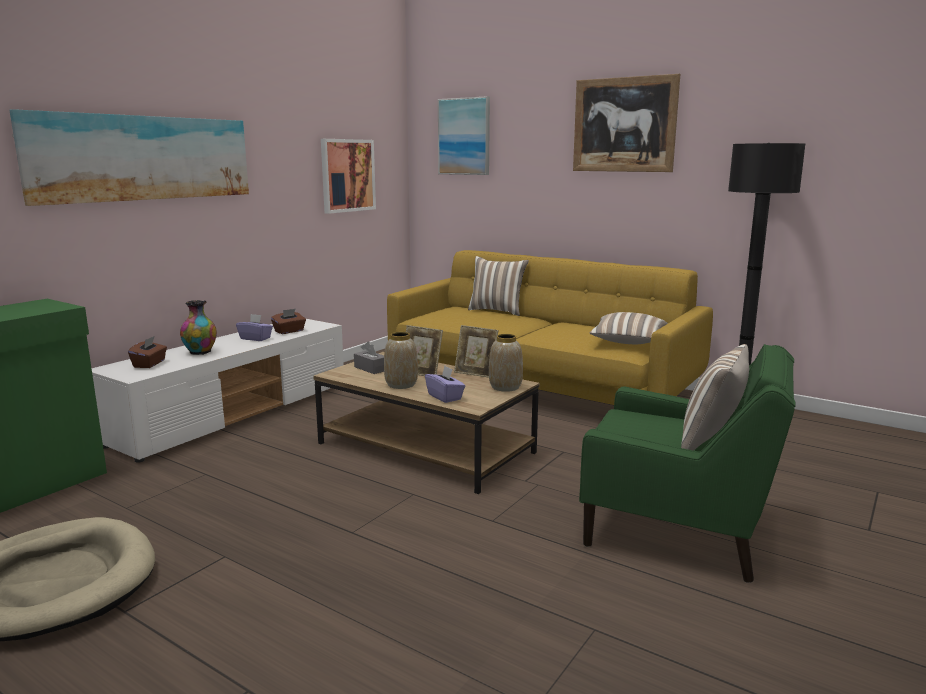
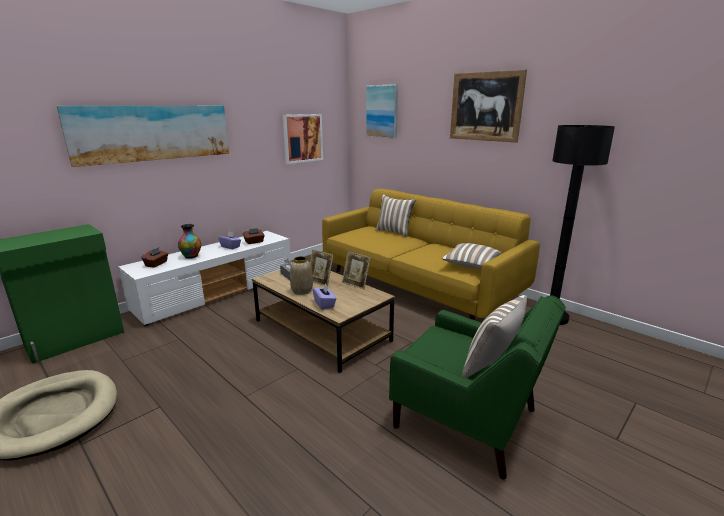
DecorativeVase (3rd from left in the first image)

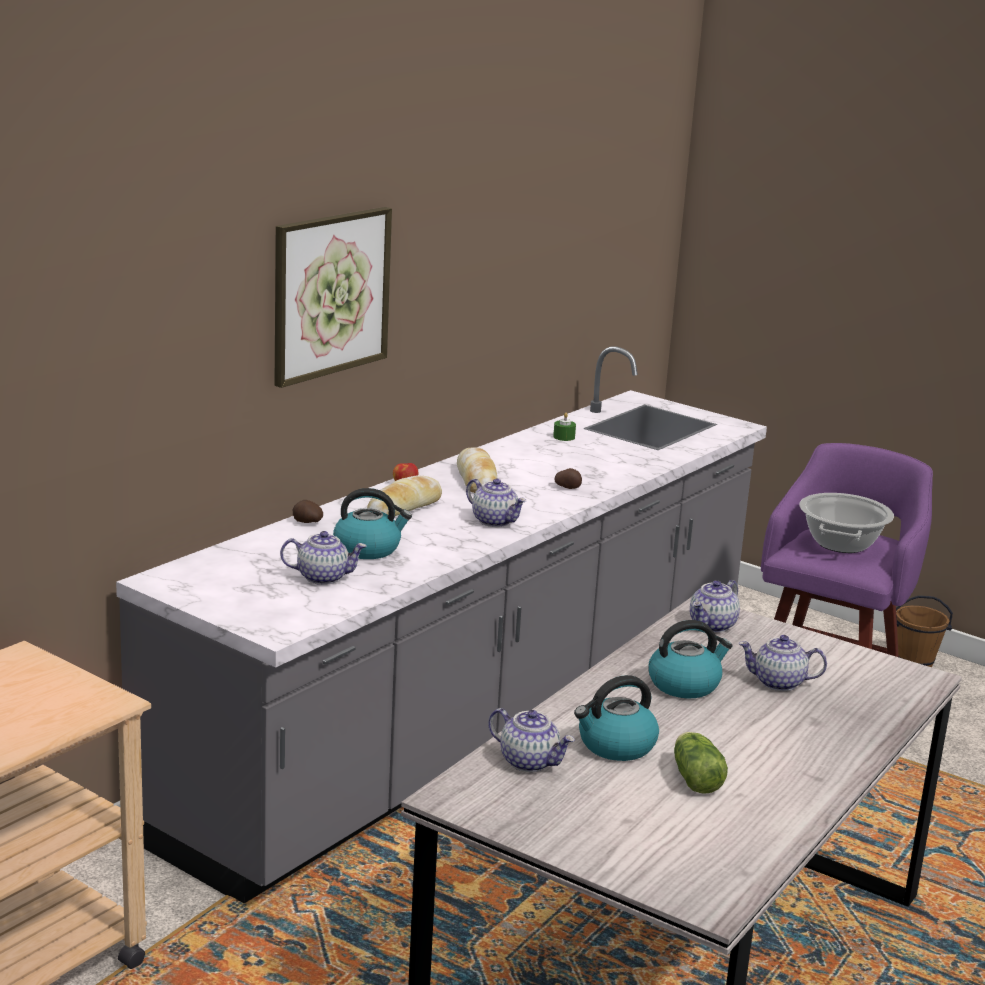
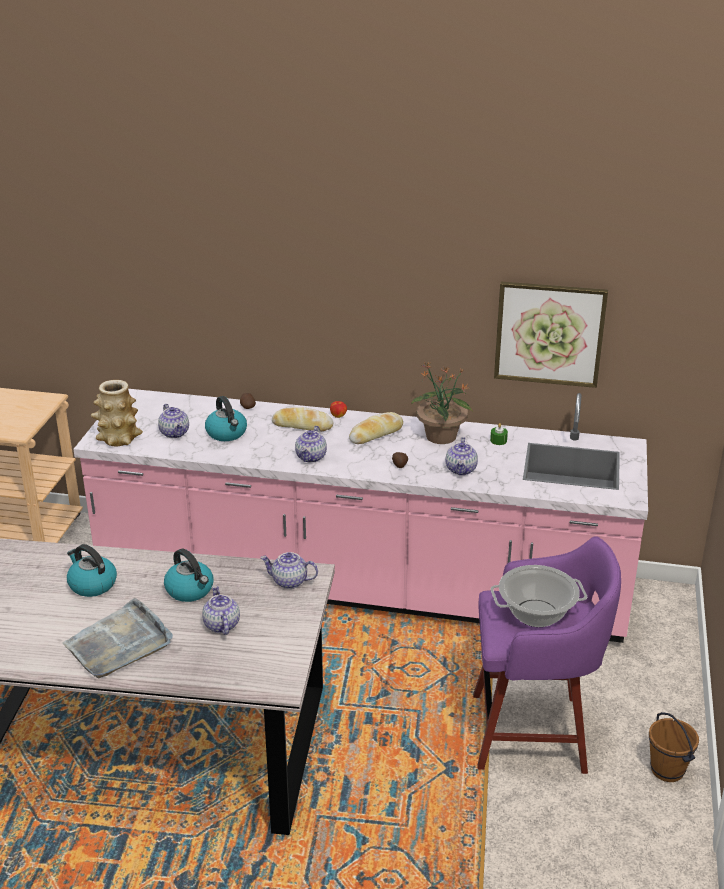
GreyishServingTray
PinkColouredKitchenBaseUnit
DecorativeVase
PlantInAPot
PotForTea (5th from left)
WallArt
HeadOfLettuce

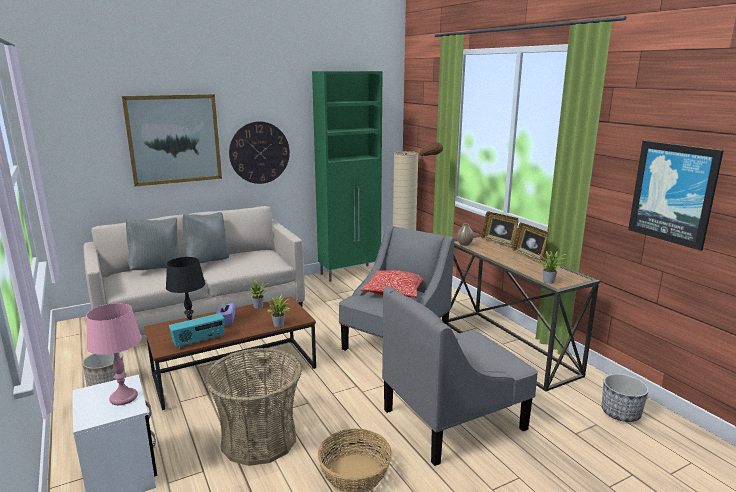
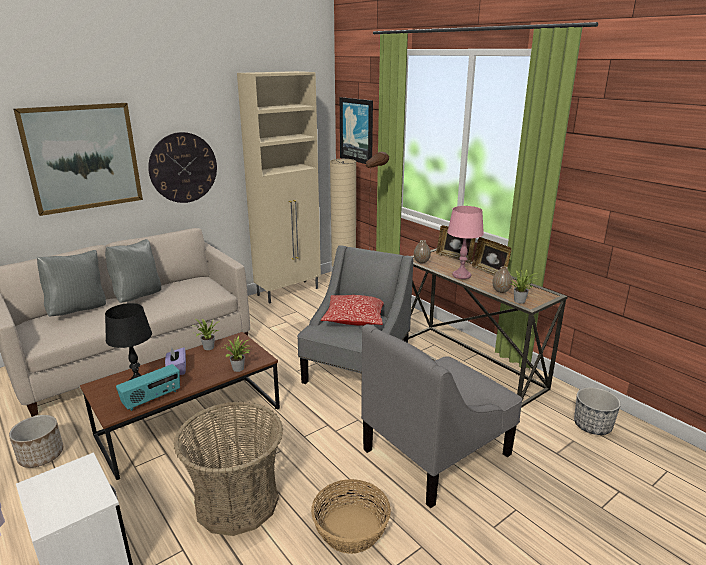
BeigeColouredStorageCabinet
WallArt (2nd from left)
PinkColouredTableLamp
DecorativeVase (2nd from left)

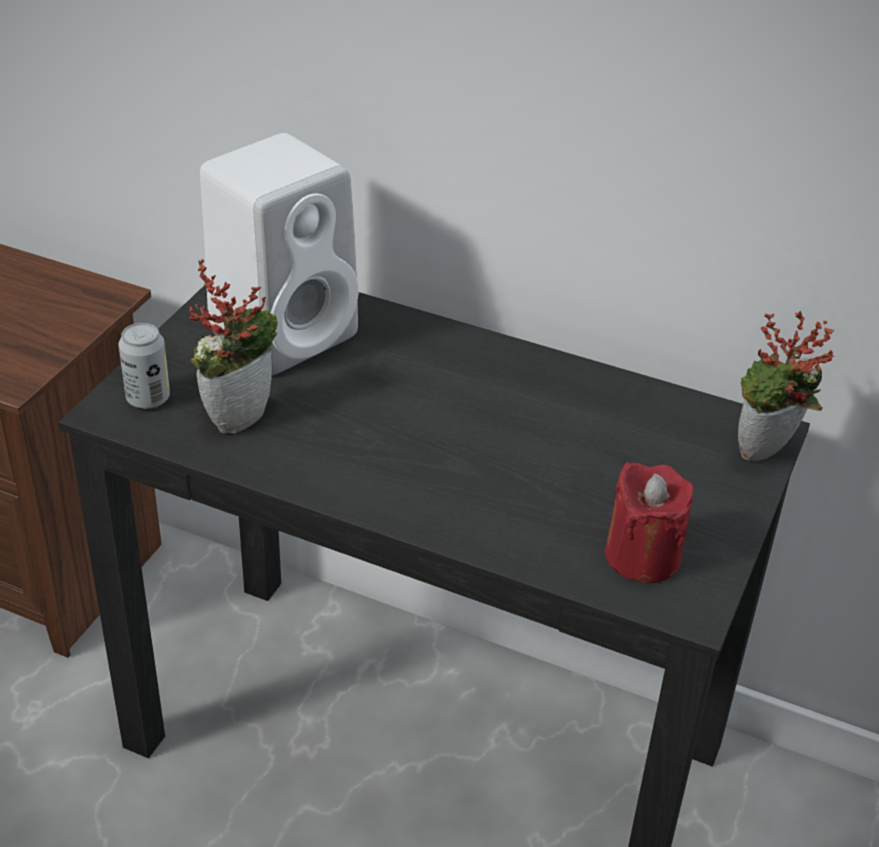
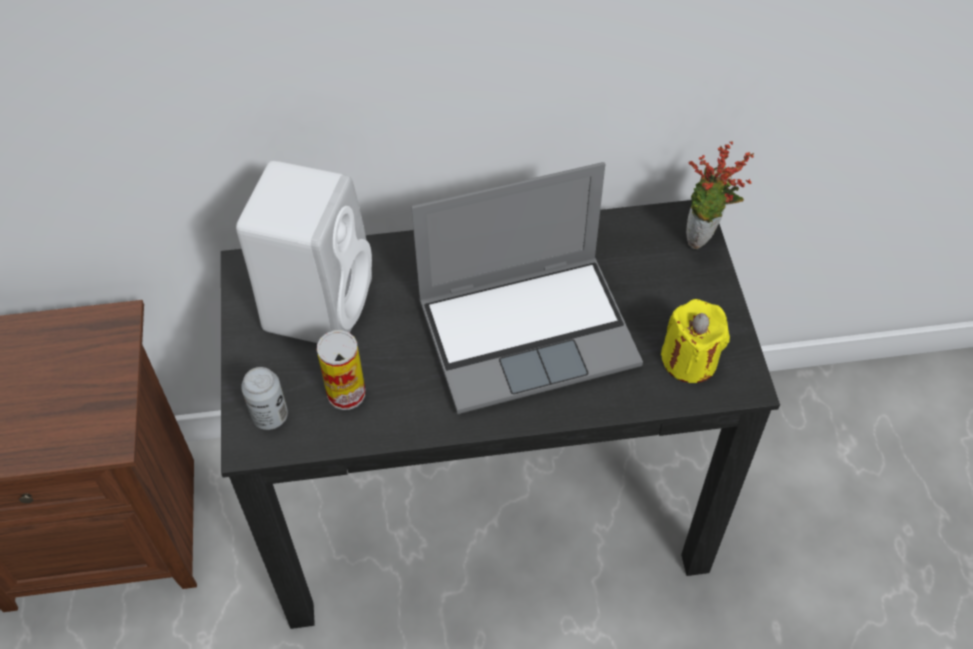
SealedCan (2nd from left)
NotebookComputer
YellowishWaxLight

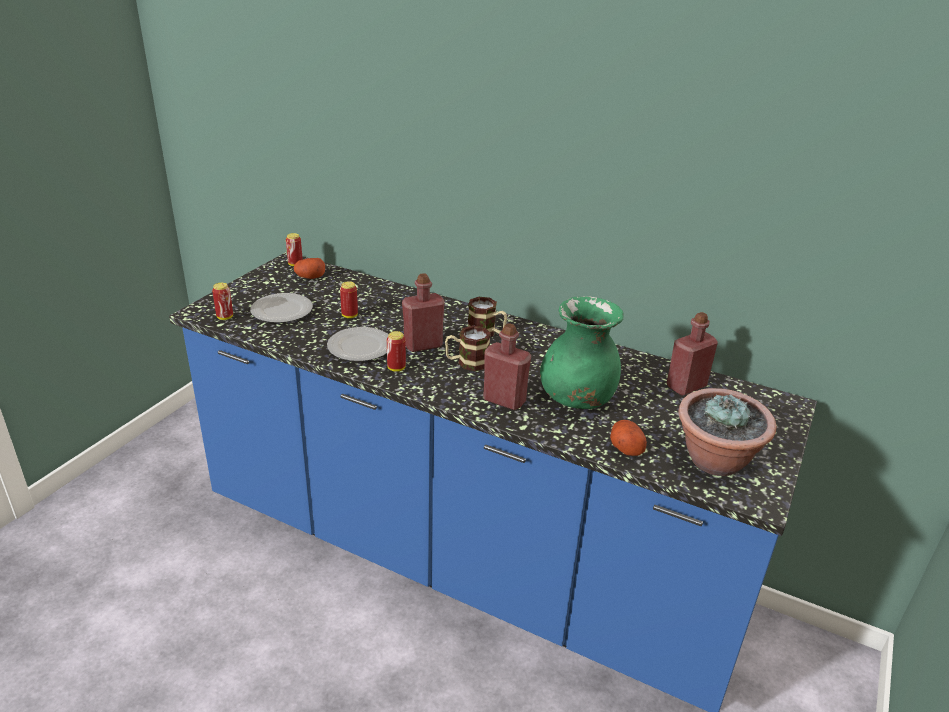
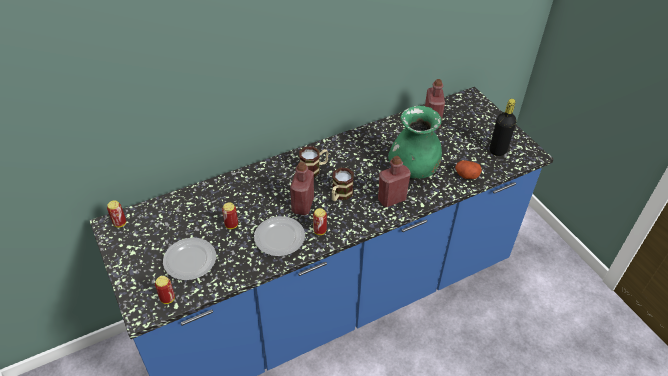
BlackColouredBeverageBottle
Spud (1st from left in the first image)

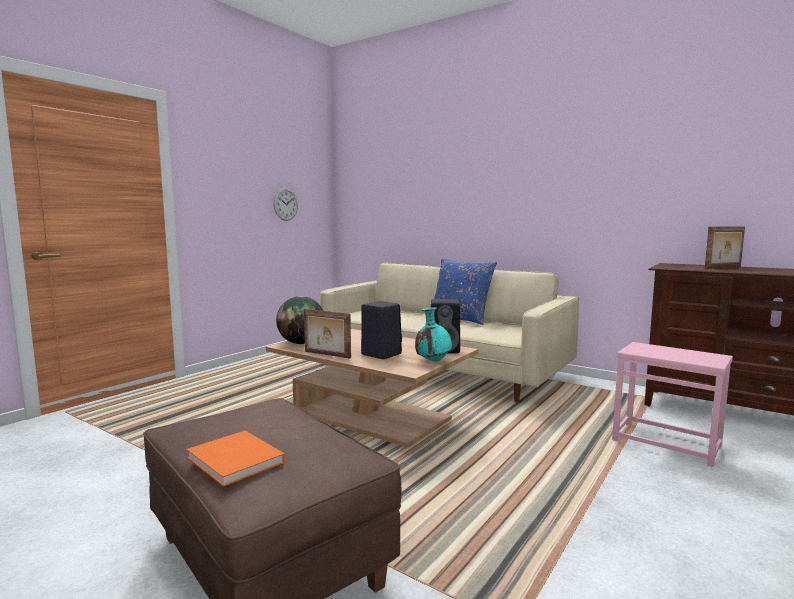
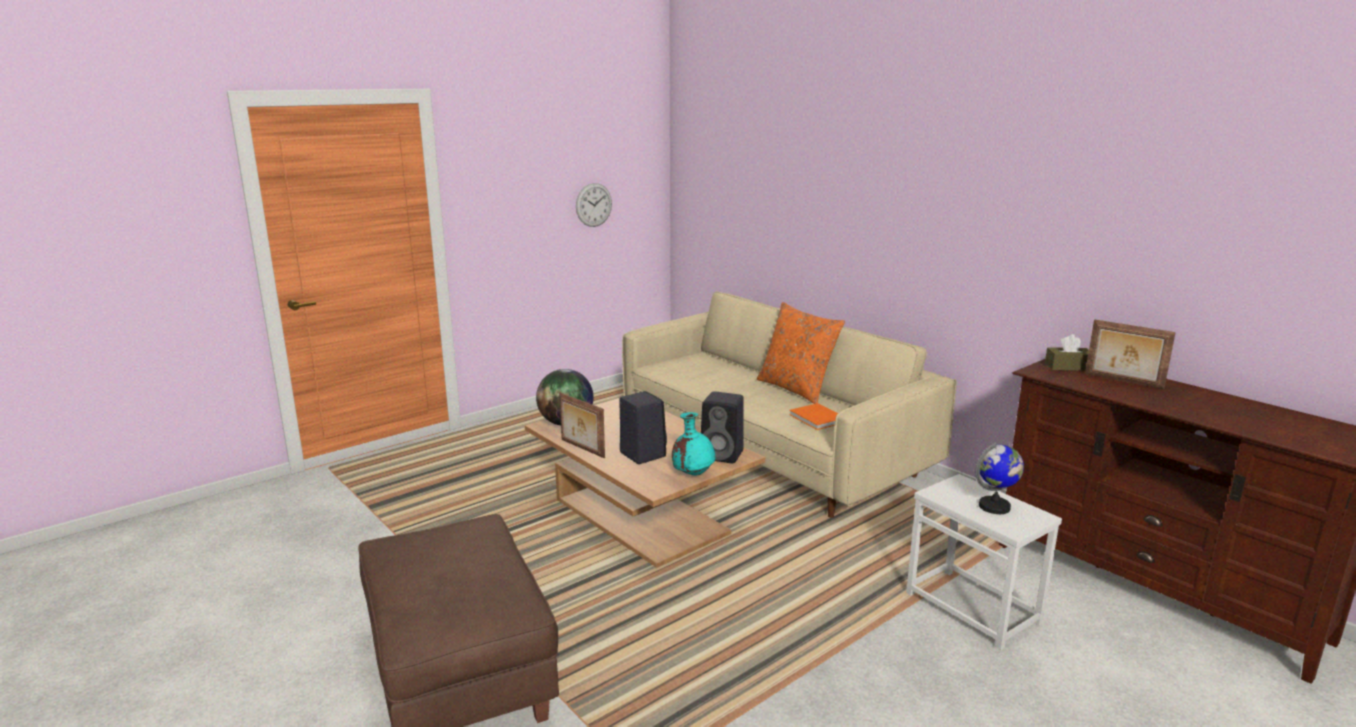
OrangeThrowPillow
OrangeBoundBook
WhiteColouredEndTable
WorldGlobe (2nd from left)
BrownColouredTissueBox
PhotoFrame (2nd from left)

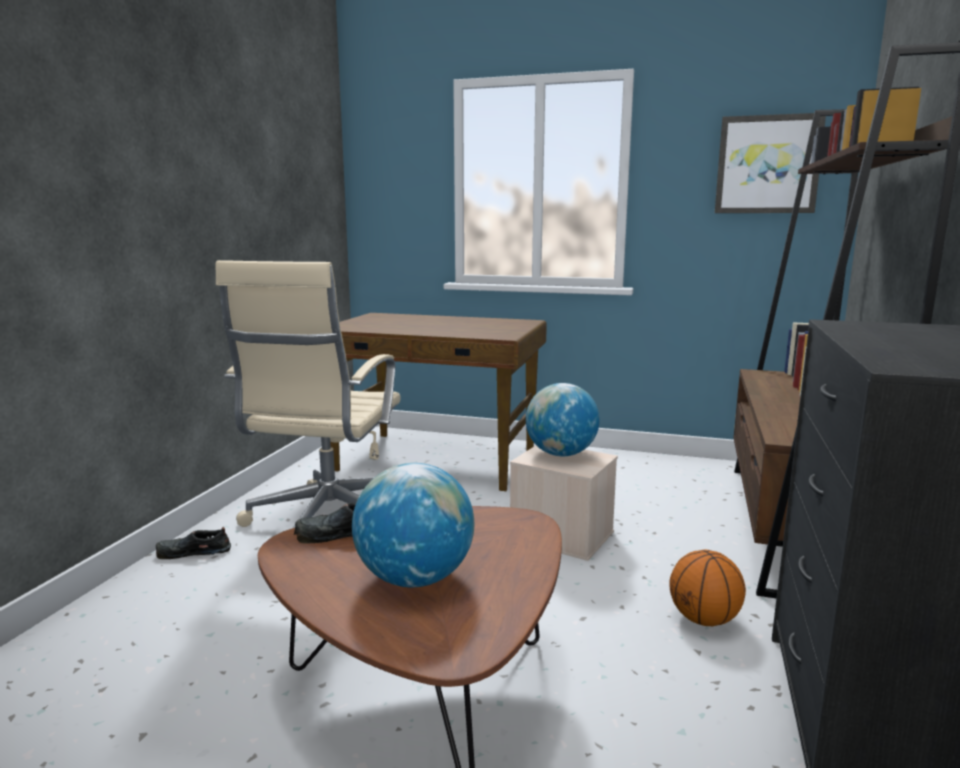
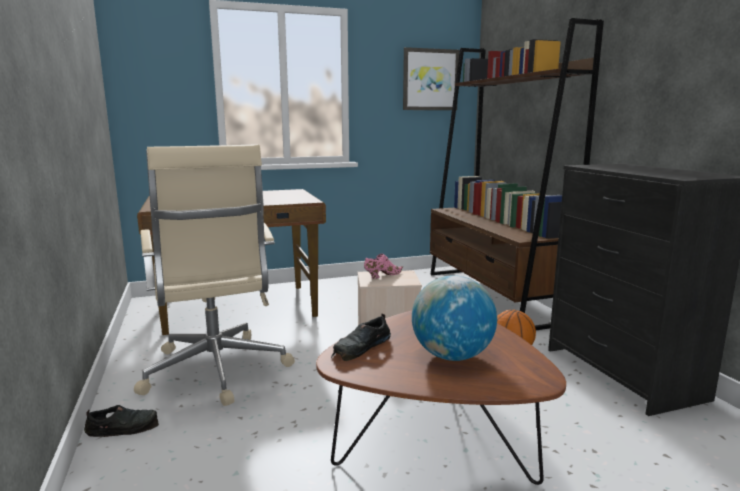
BlackColouredItemOfFootwear (1st from left)
PinkColouredItemOfFootwear

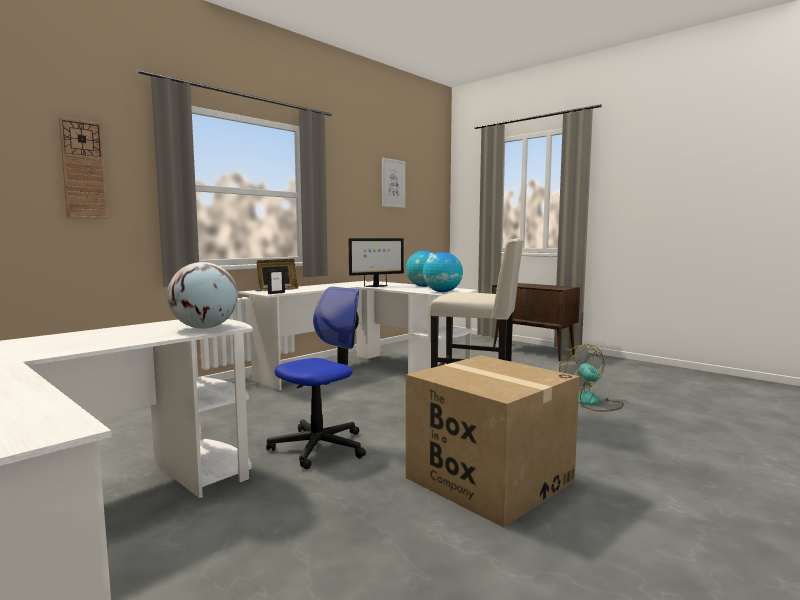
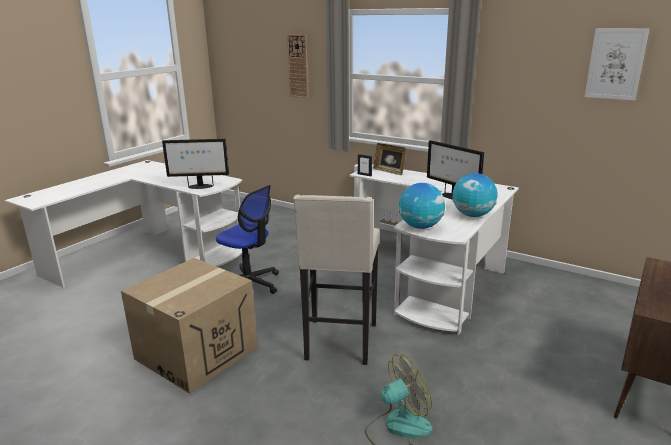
ComputerDisplay (1st from left)

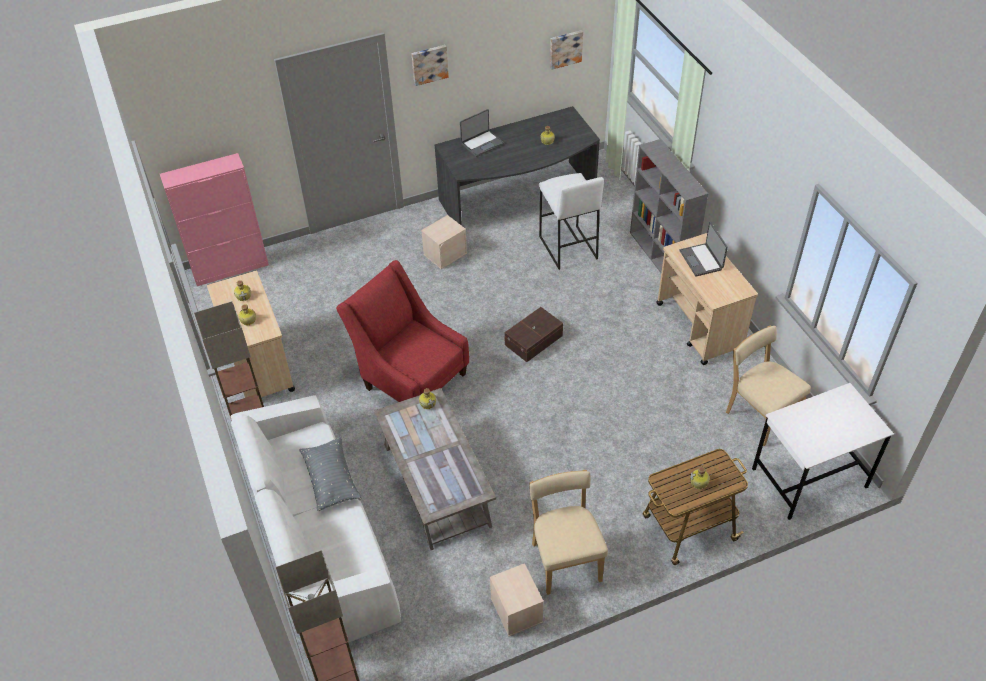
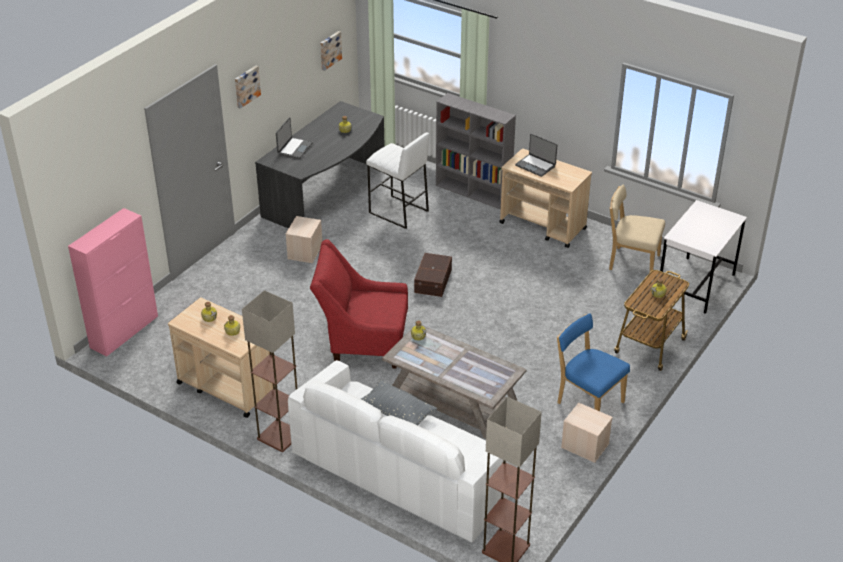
BlueUprightChair

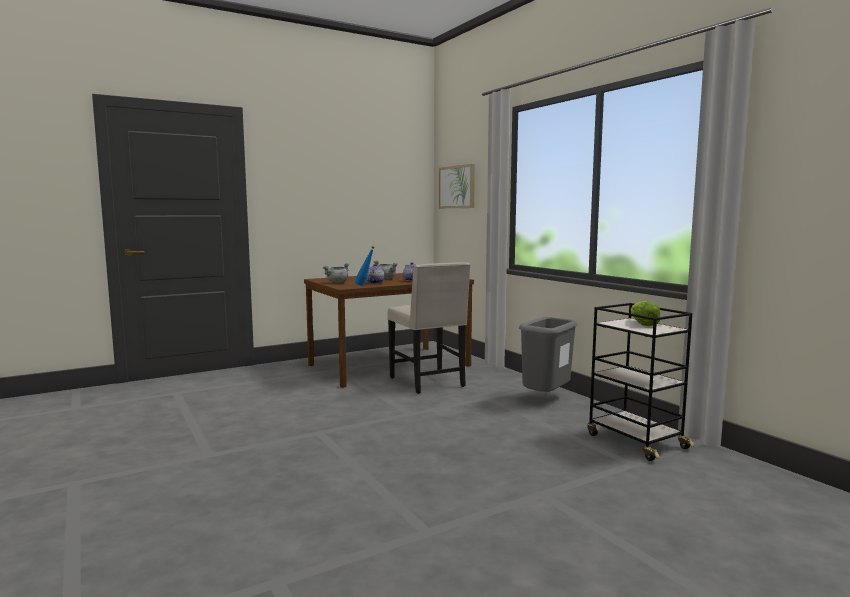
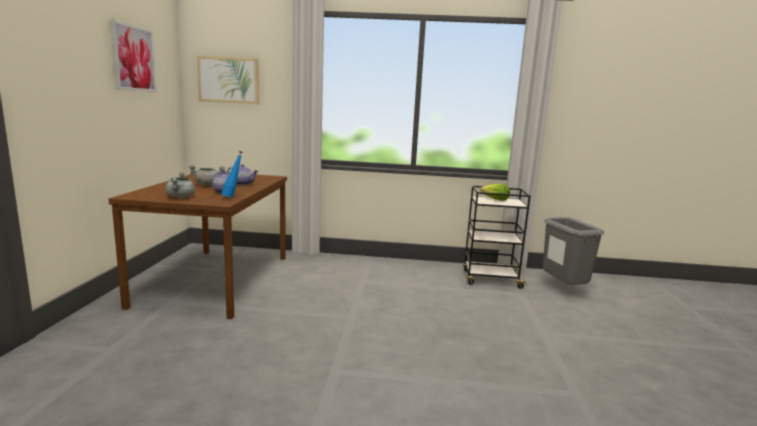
WallArt (1st from left)
GreyishRubbishBin
BeigeColouredUprightChair

